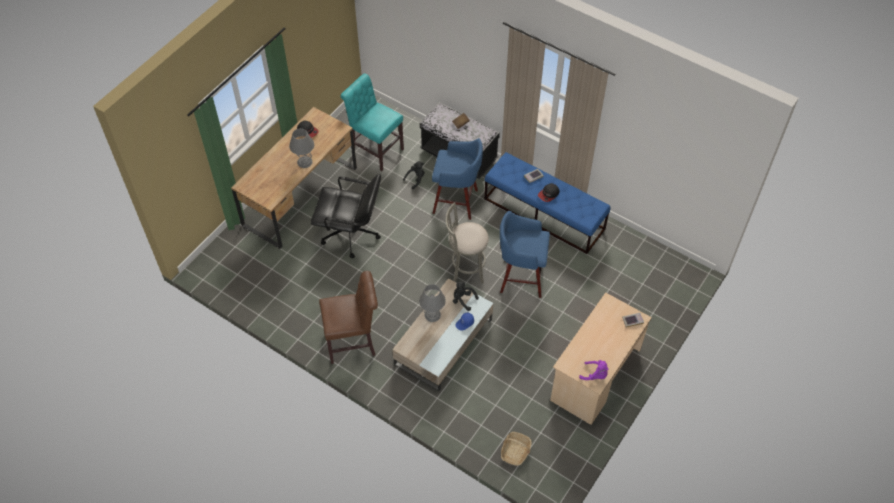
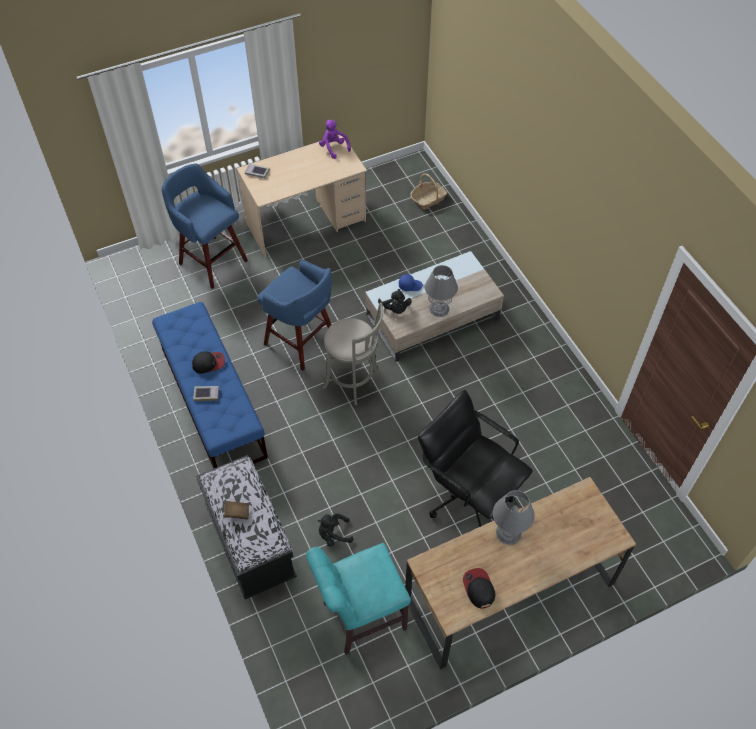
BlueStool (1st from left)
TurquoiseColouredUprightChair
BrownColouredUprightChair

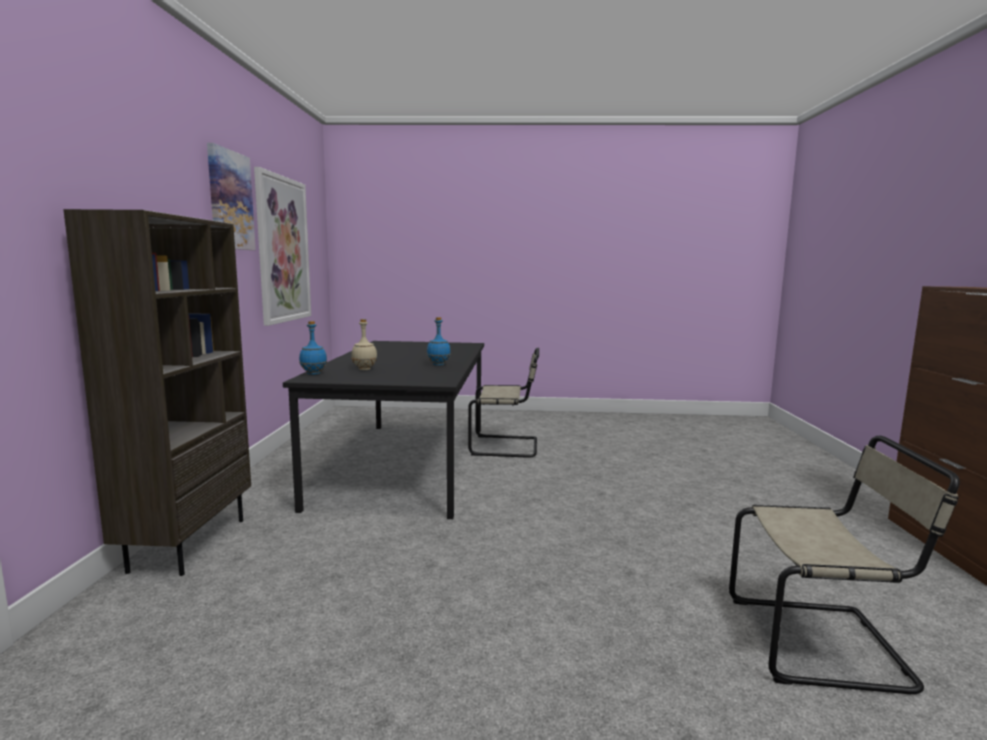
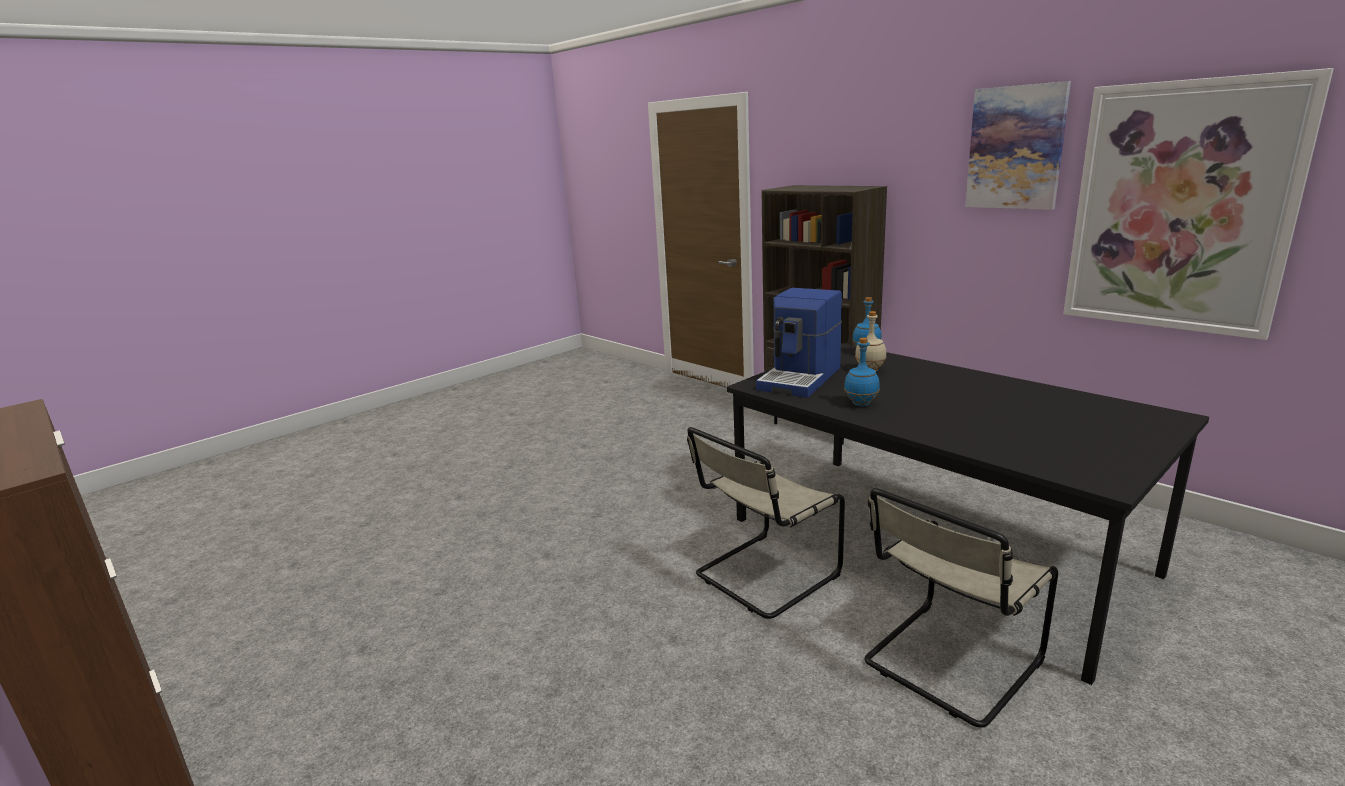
BeigeColouredUprightChair (1st from left)
CoffeeMaker

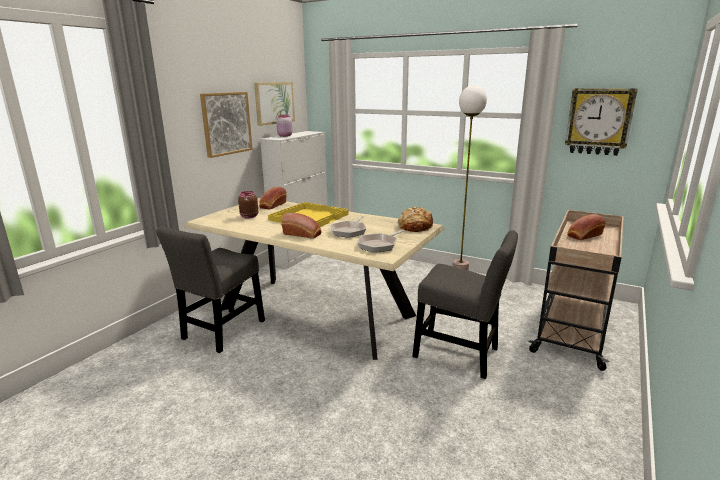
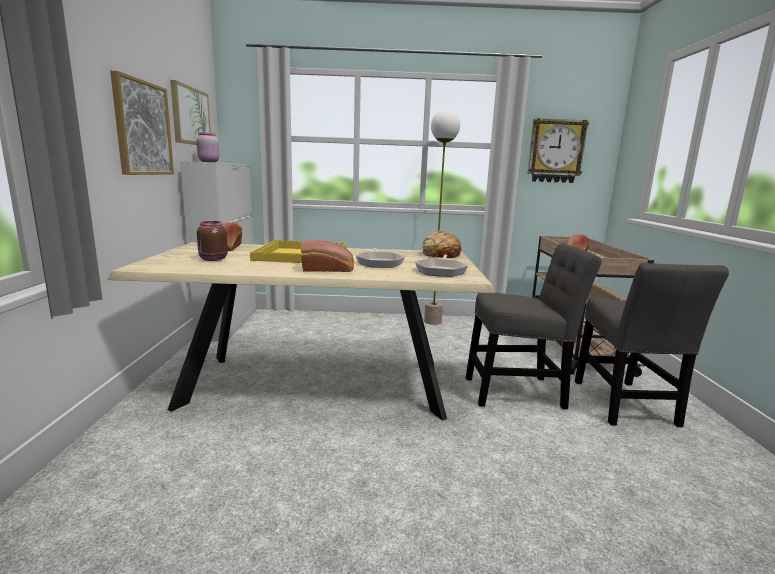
GreyishUprightChair (2nd from left)

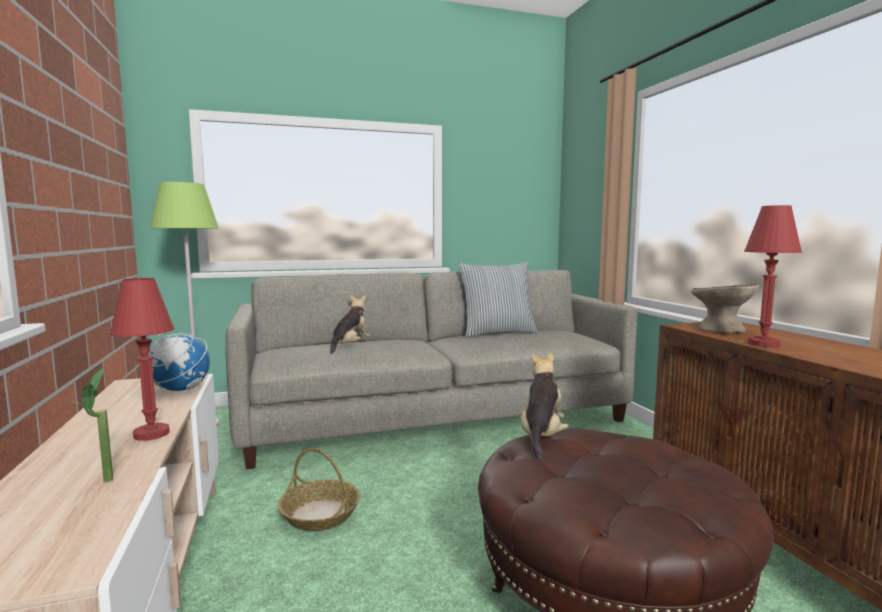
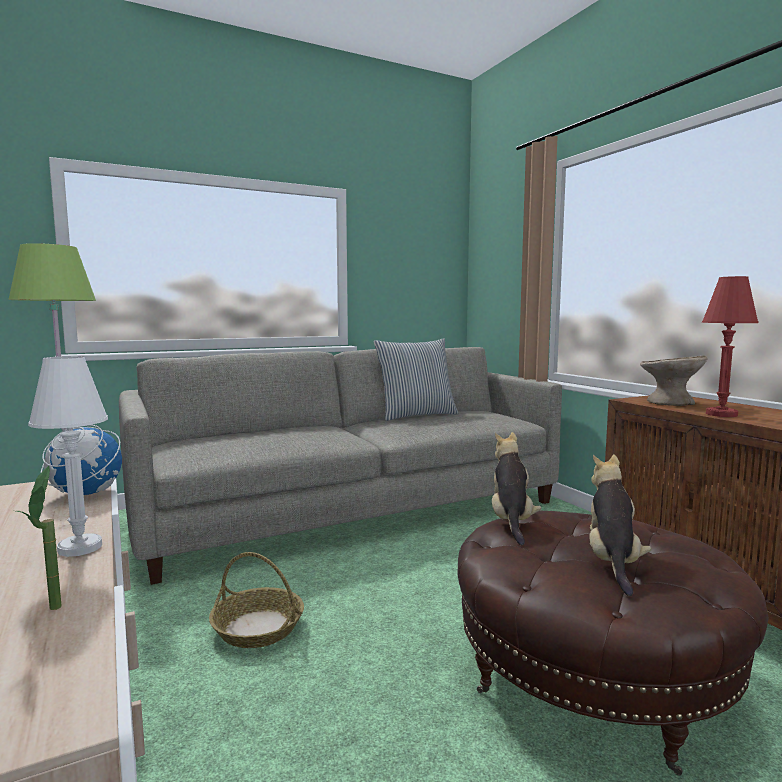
WhiteColouredTableLamp
CuddlyToy (2nd from left)

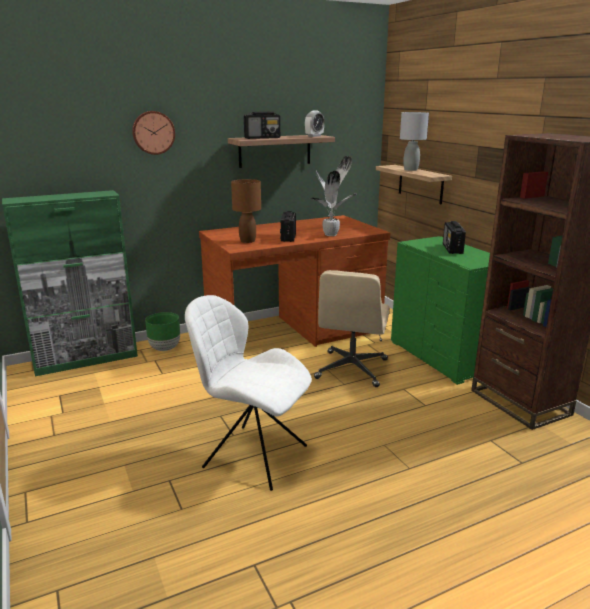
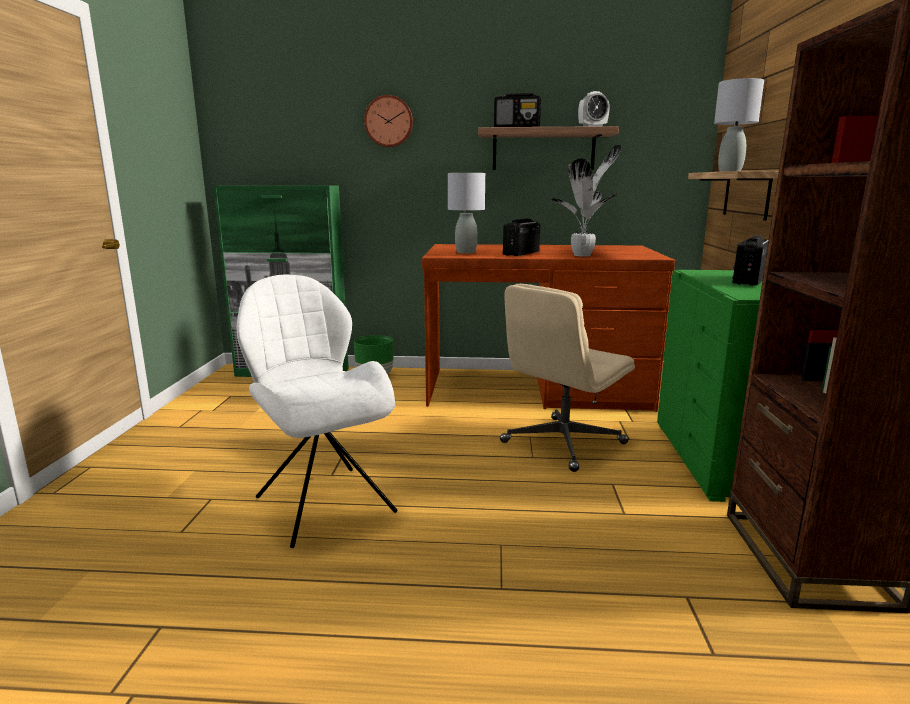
GreyishTableLamp (1st from left)

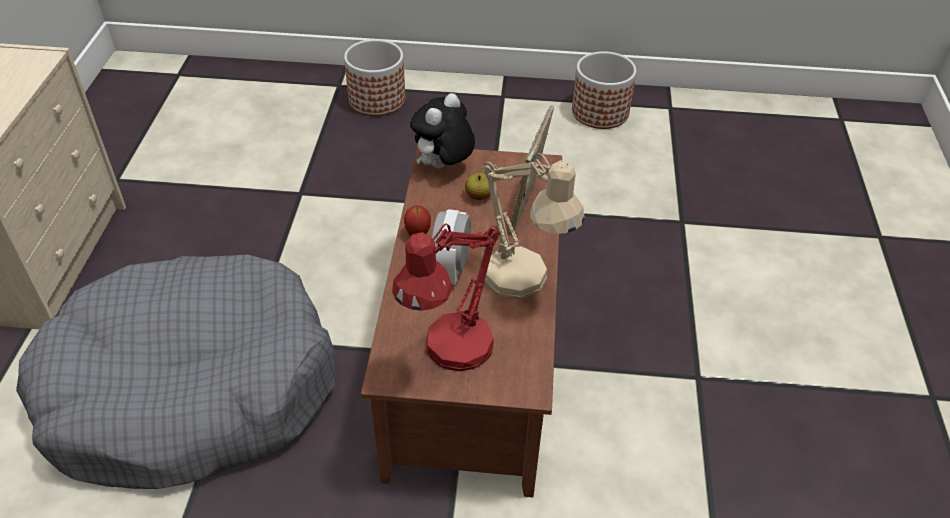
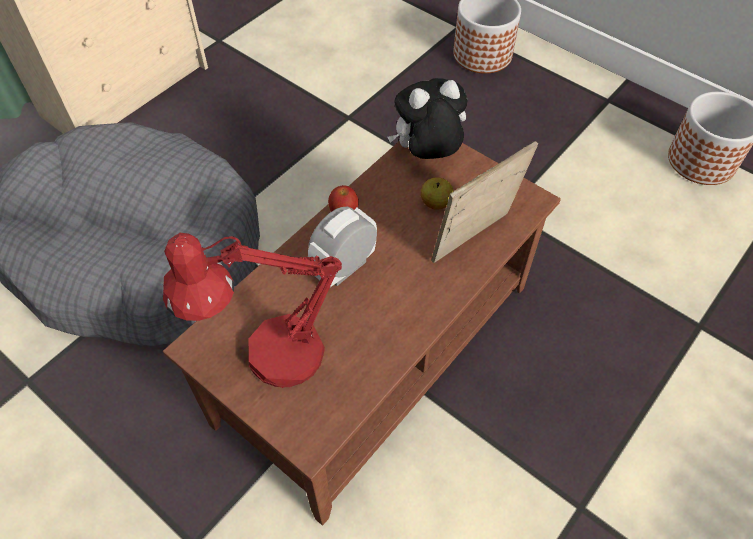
BeigeColouredTableLamp

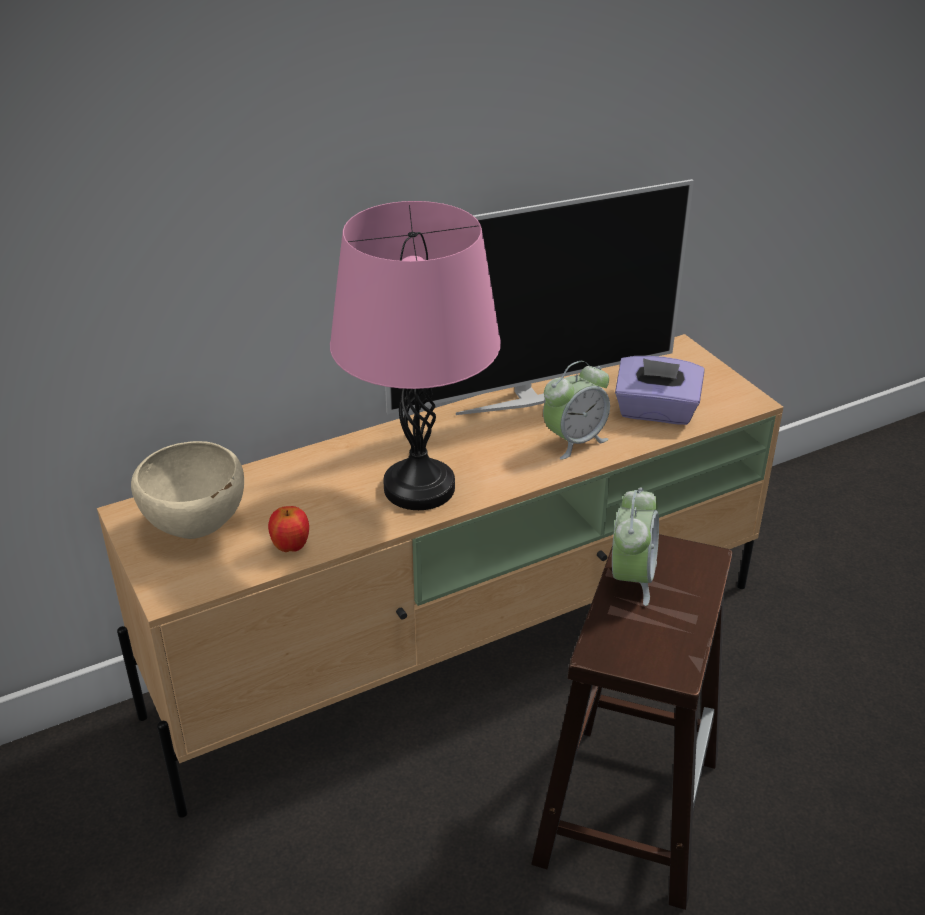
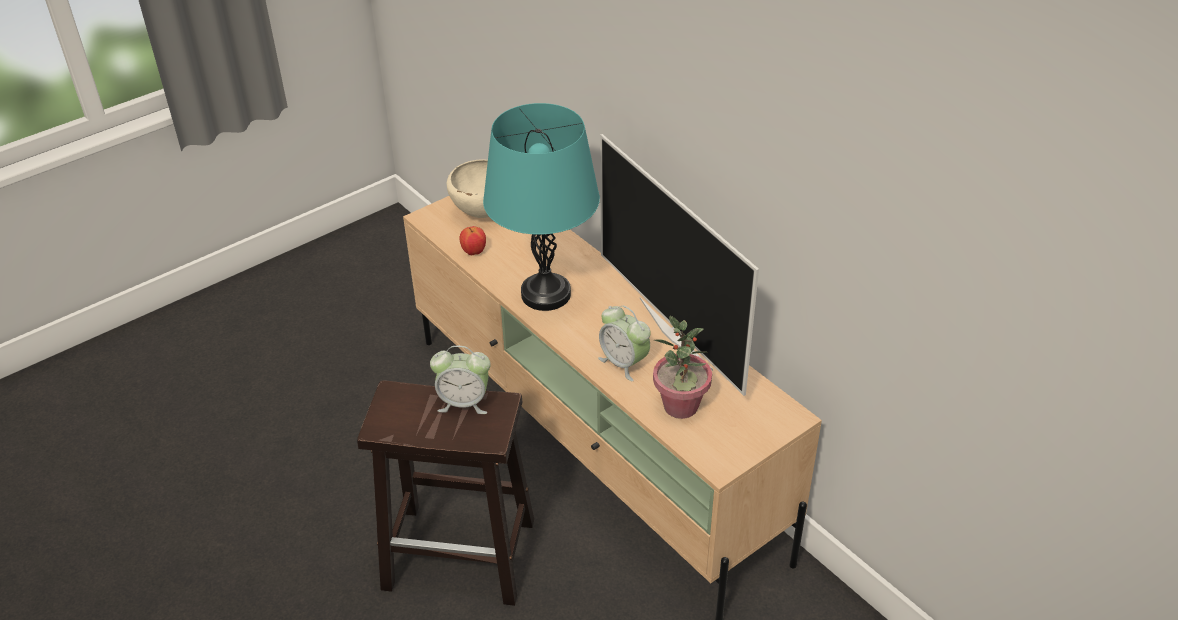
TurquoiseColouredTableLamp
PlantInAPot

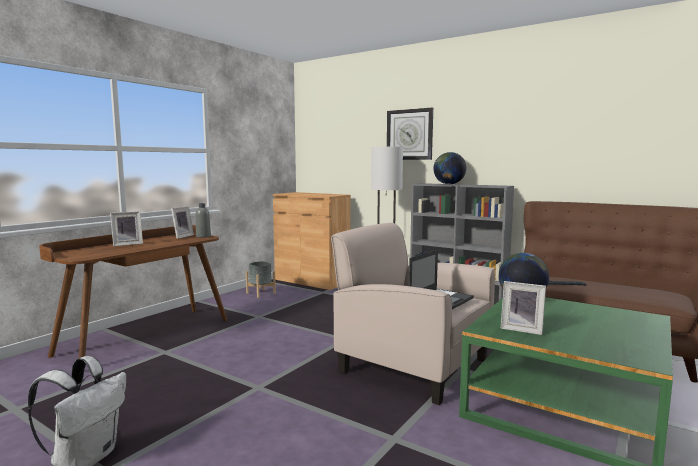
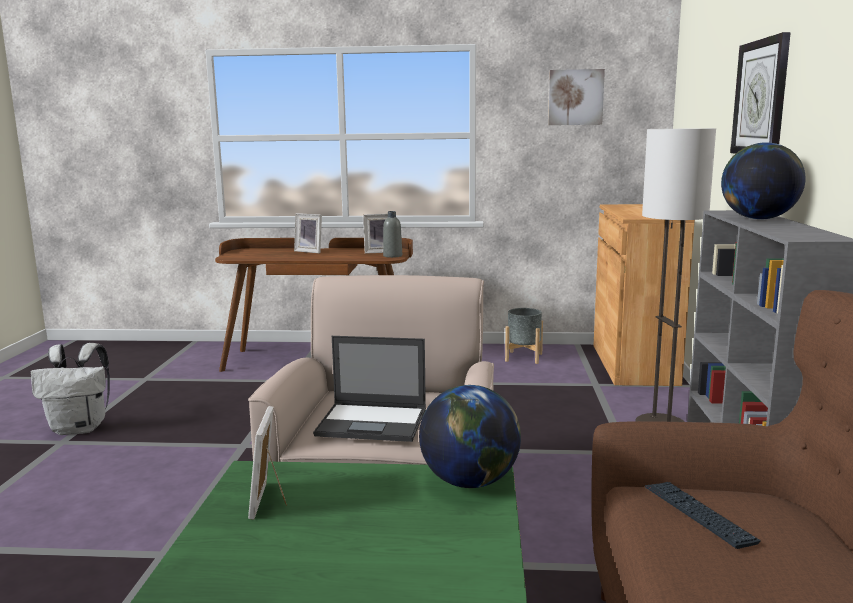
WallArt

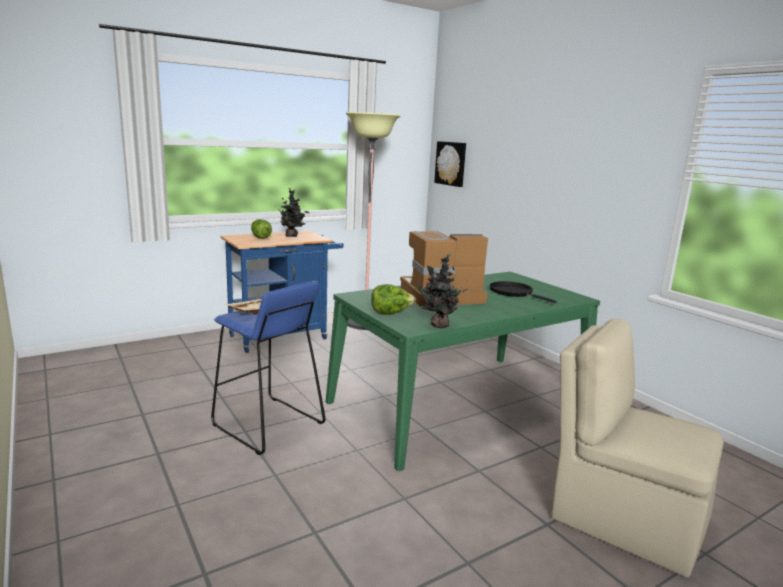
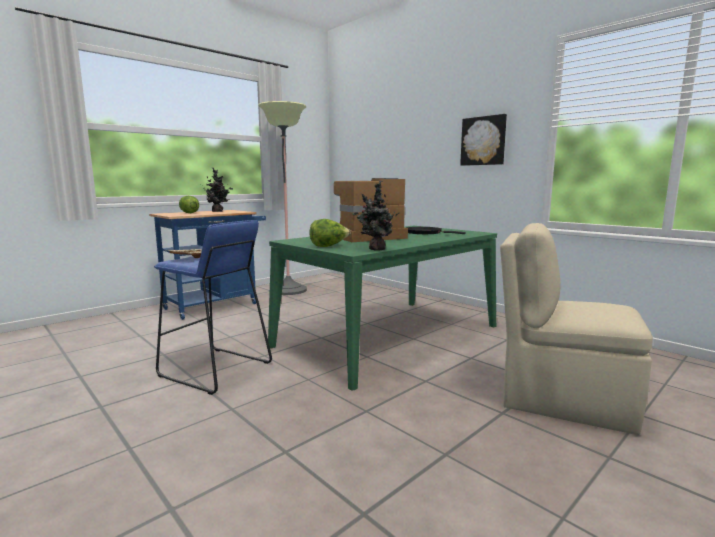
WallArt

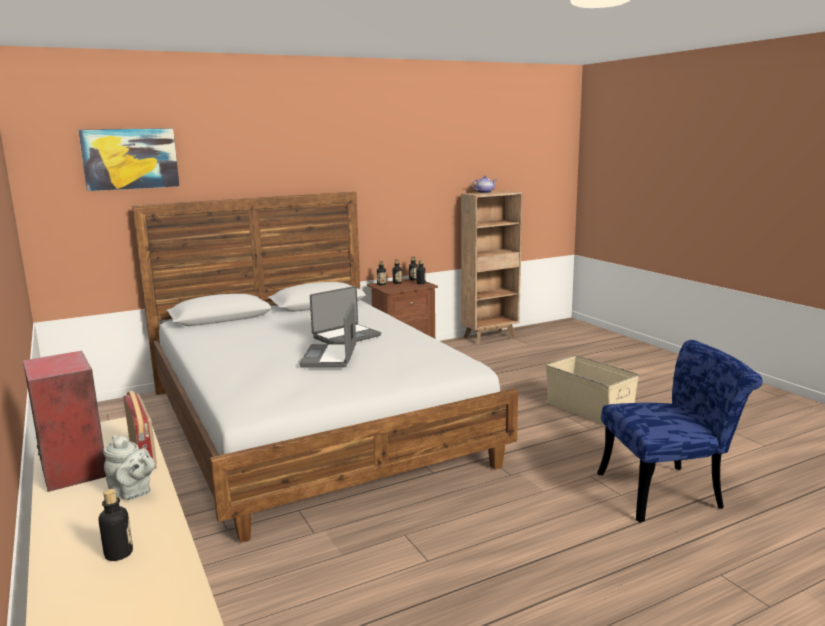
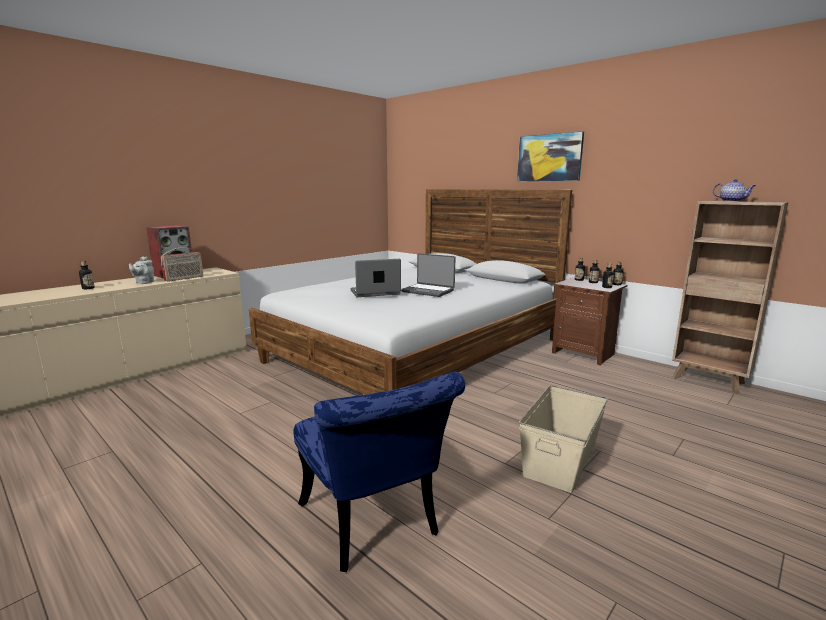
WallArt

